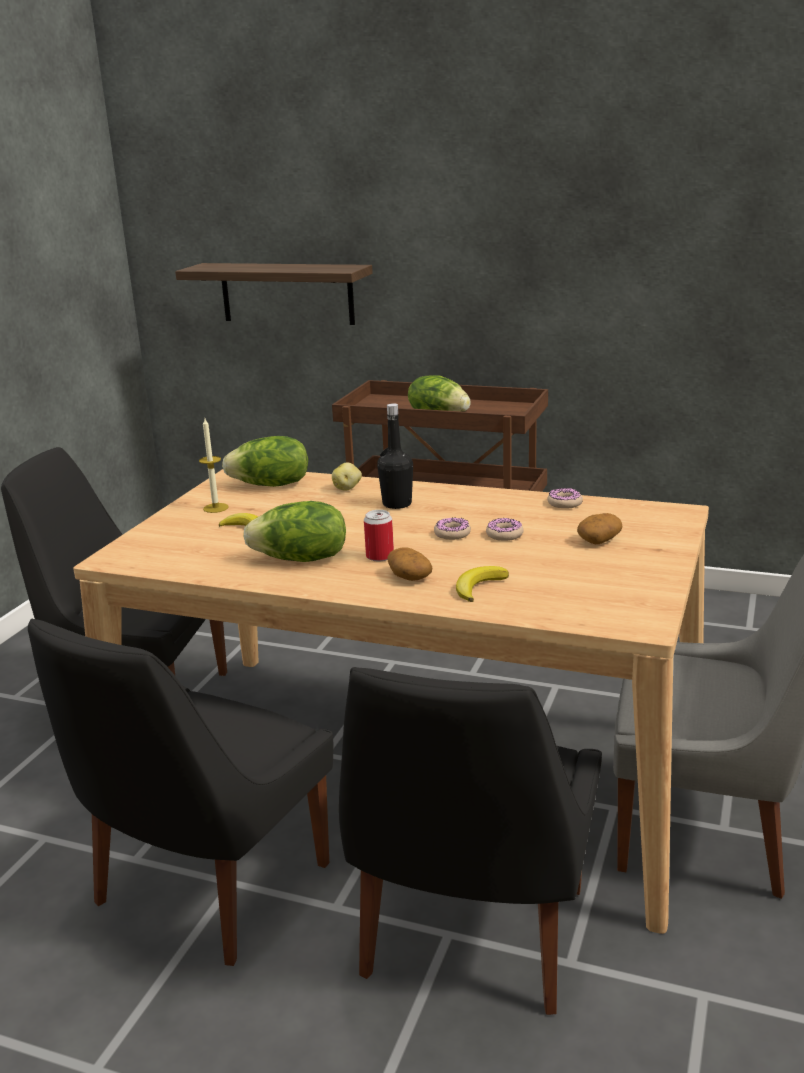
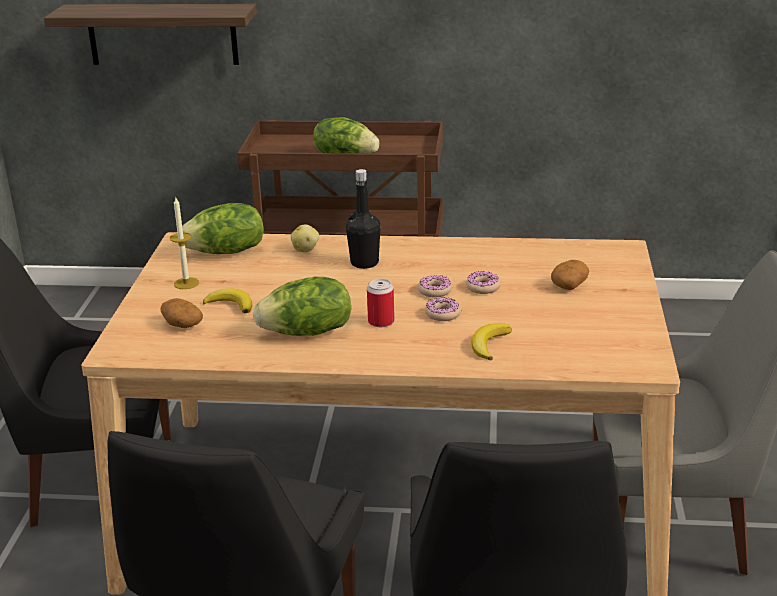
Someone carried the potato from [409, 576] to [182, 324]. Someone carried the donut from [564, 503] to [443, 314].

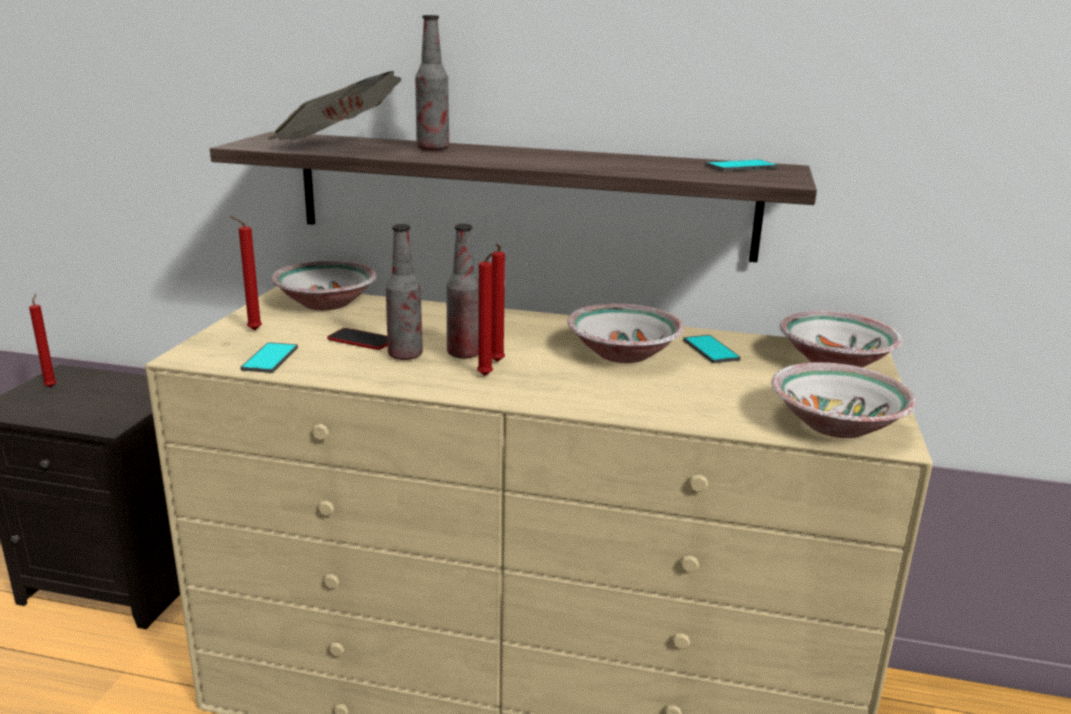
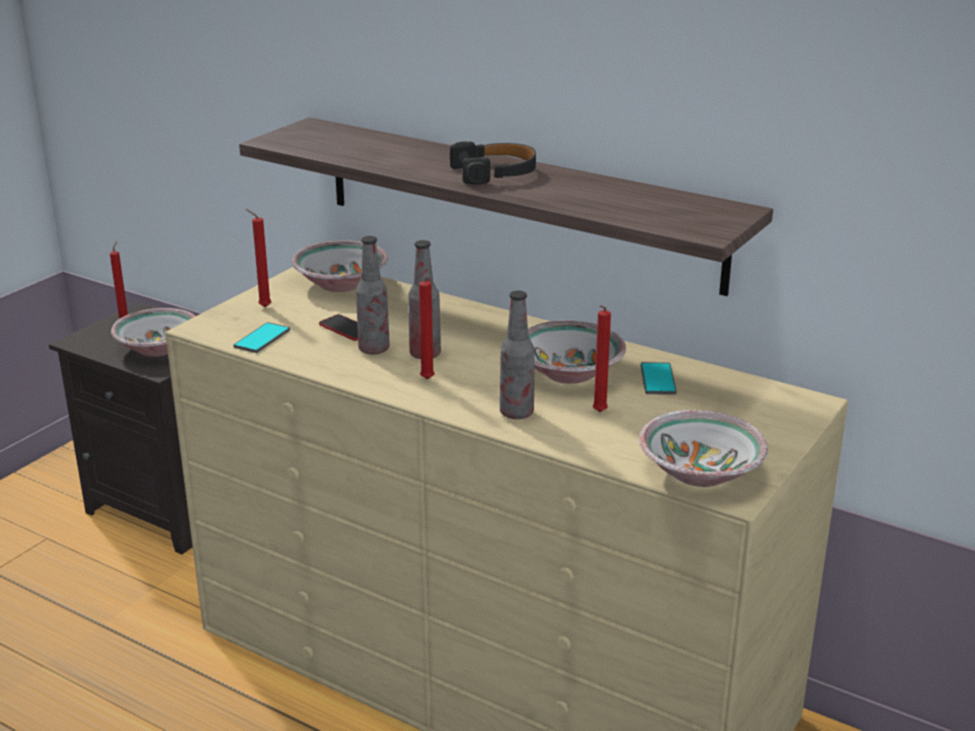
Someone took away the newspaper at [336, 146]. Someone took away the phone at [741, 167]. Someone put down the headphones/black at [495, 172]. Someone carried the bottle from [433, 148] to [516, 413]. Someone carried the candle/red from [496, 362] to [598, 413]. Someone carried the bowl from [833, 361] to [157, 348].

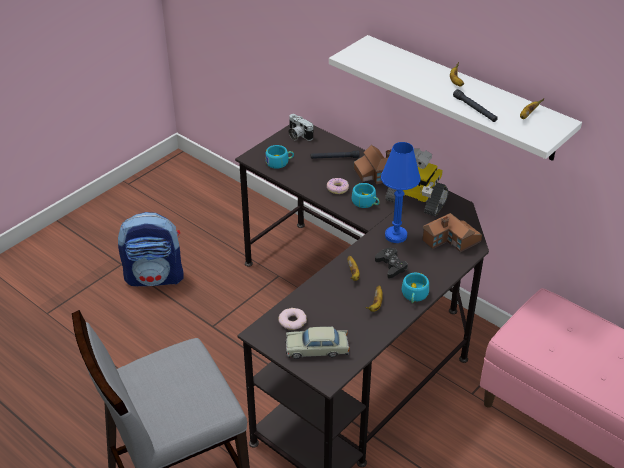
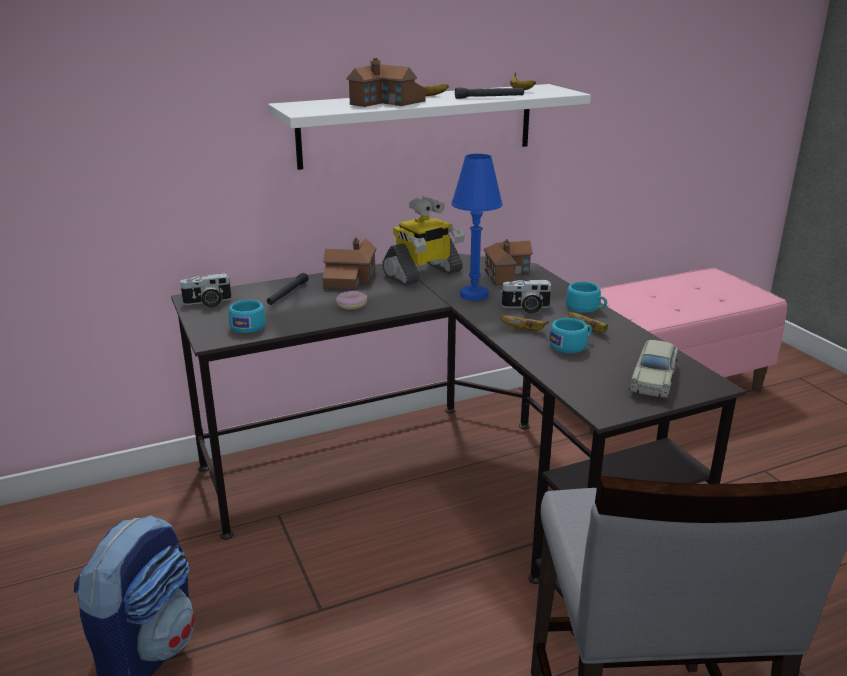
Someone took away the donut at [292, 321]. Someone put down the toy house at [387, 102]. Someone carried the cup/turquoise from [366, 203] to [571, 346]. Someone swapped the game controller/black at [391, 266] for the photo camera at [526, 308].

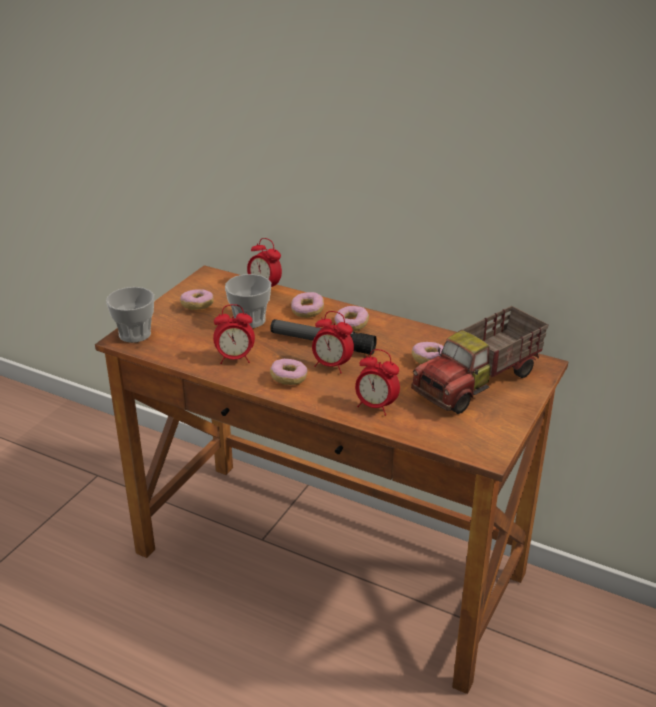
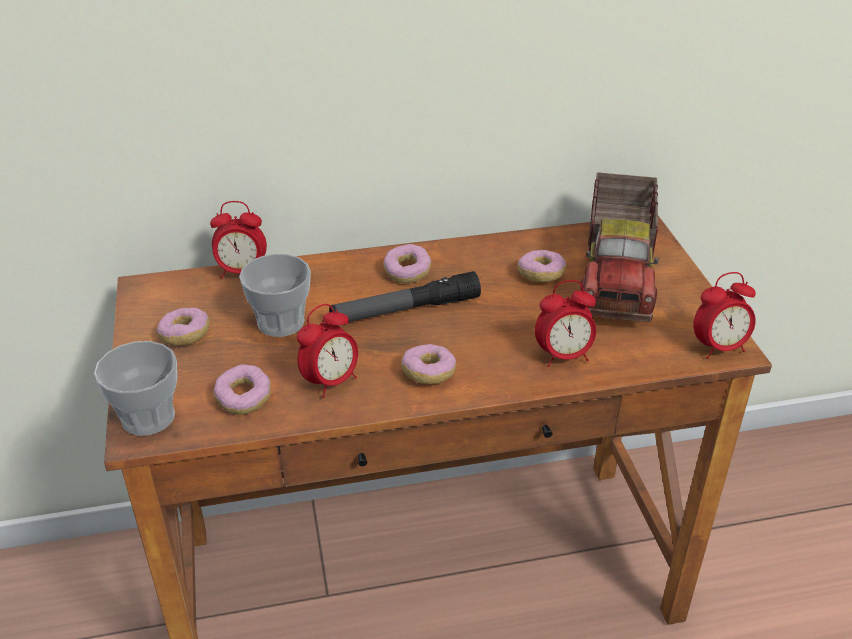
Someone carried the donut from [307, 311] to [244, 399]. Someone carried the alarm clock from [331, 366] to [718, 348].

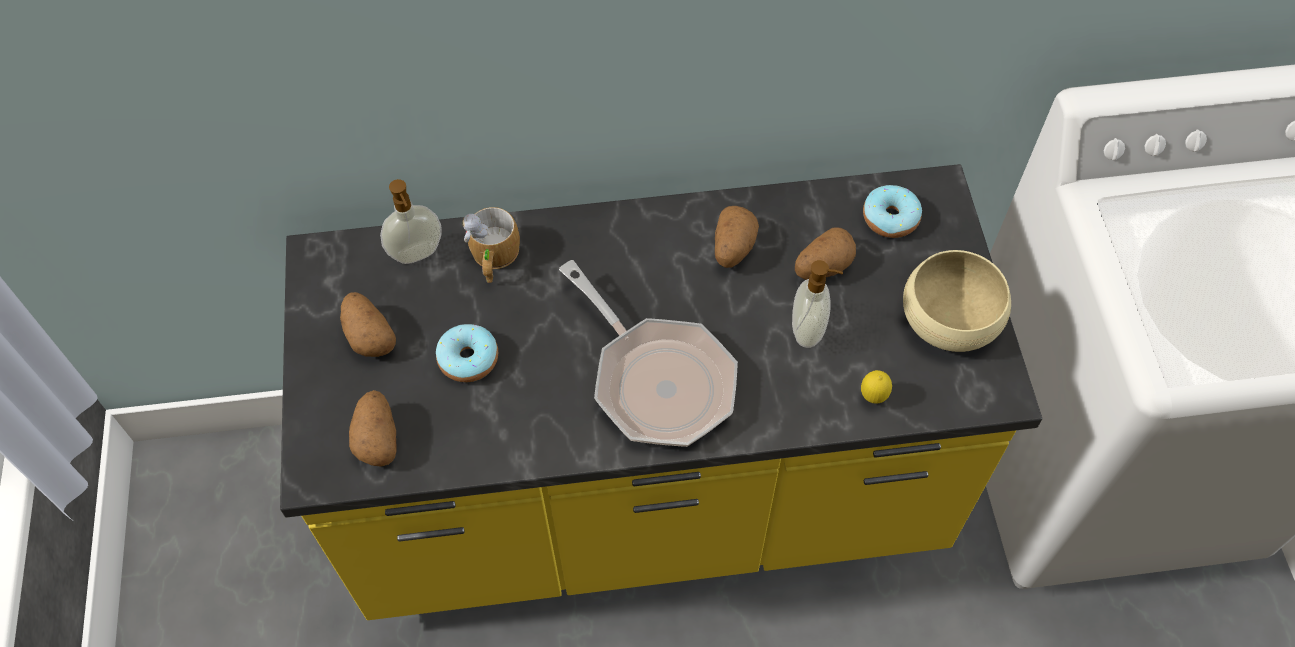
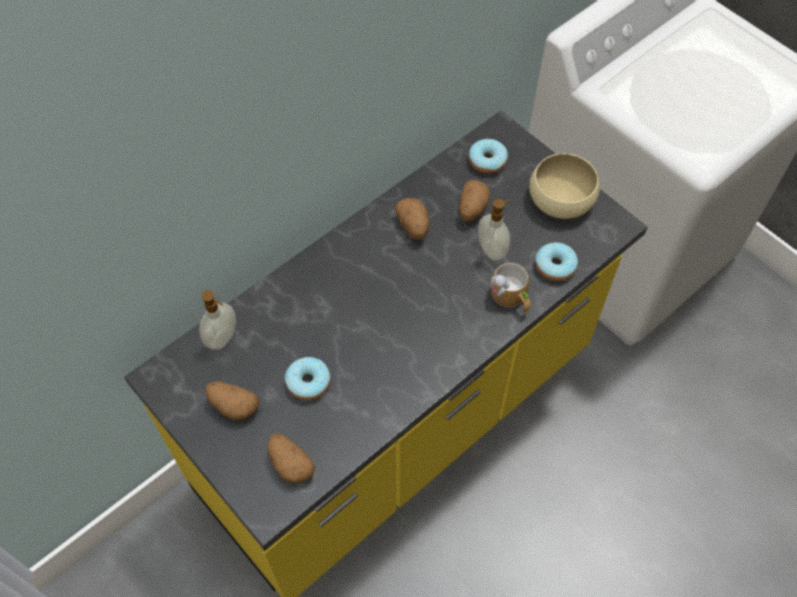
Someone took away the frying pan at [656, 379]. Someone carried the mug from [493, 258] to [511, 298]. Someone swapped the lemon at [873, 397] for the donut at [555, 266].

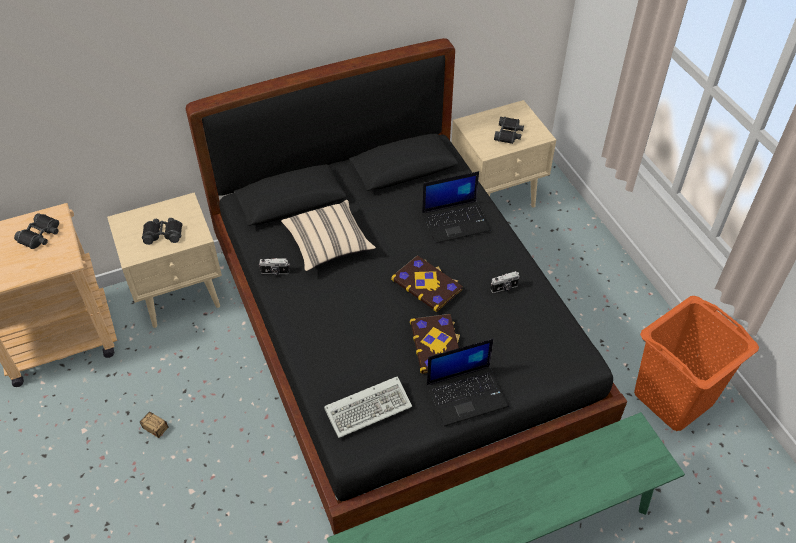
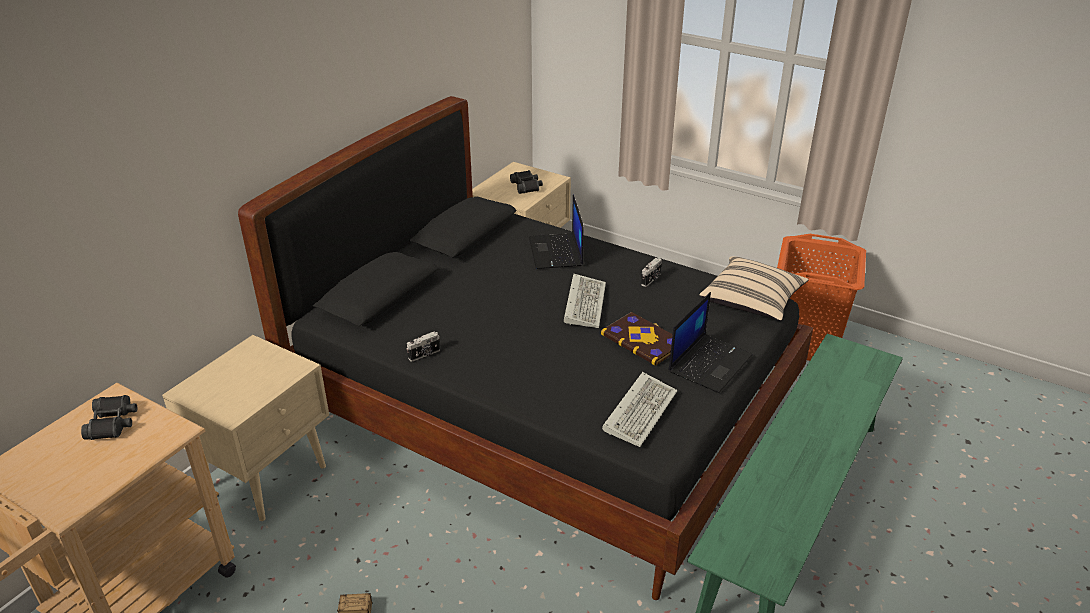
Someone took away the binoculars/black at [163, 234]. Someone carried the pillow/beige from [328, 245] to [752, 302]. Someone swapped the book at [427, 284] for the keyboard at [584, 303]. Someone rotated the laptop at [456, 221] by 135 degrees clockwise.

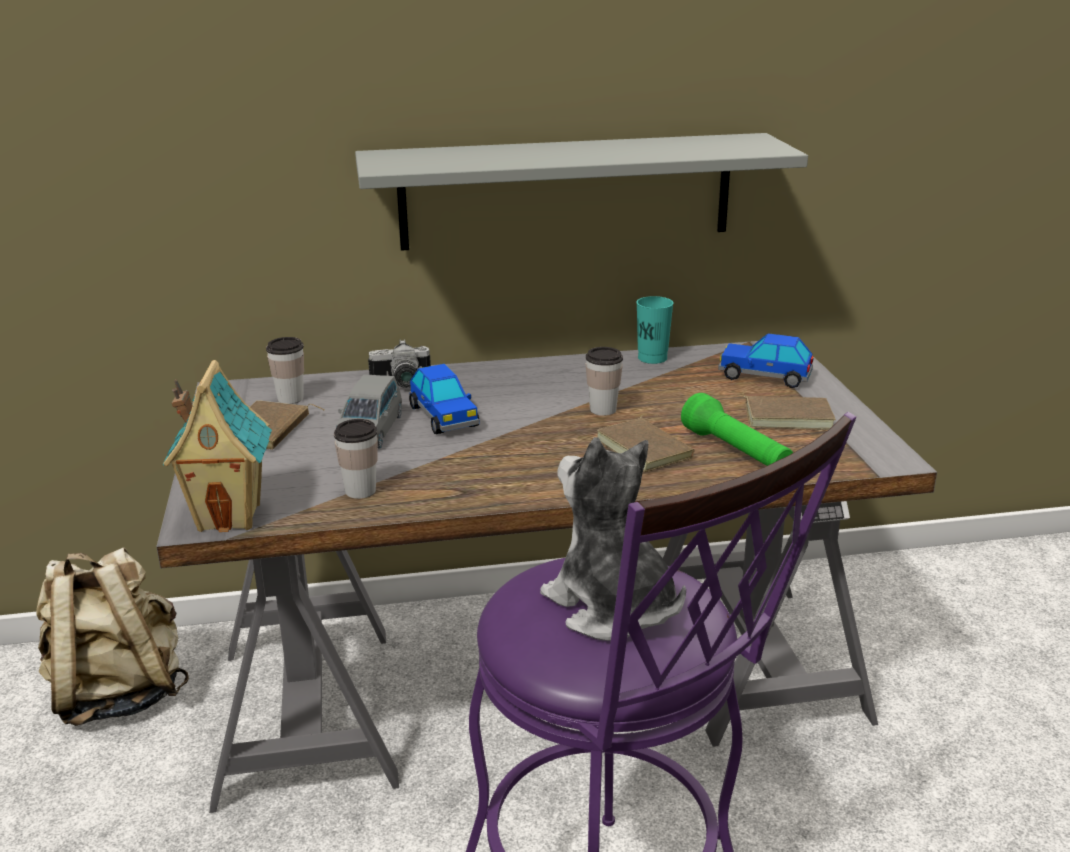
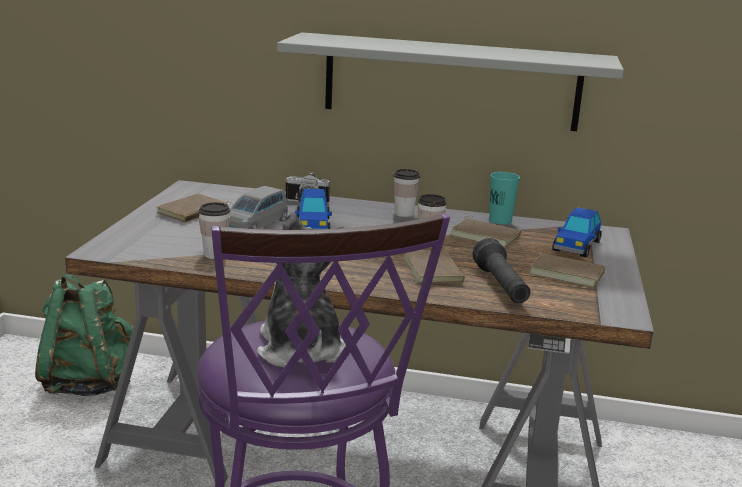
Someone took away the toy house at [230, 516]. Someone put down the book/brown at [486, 236]. Someone carried the cup from [290, 398] to [404, 214]. Someone repainted the backpack/beige at [118, 694], which became the backpack/green at [89, 383]. Someone repainted the flashlight/green at [736, 452], which became the flashlight/black at [501, 286]. Someone rotated the toy car at [764, 376] by 105 degrees counterclockwise.

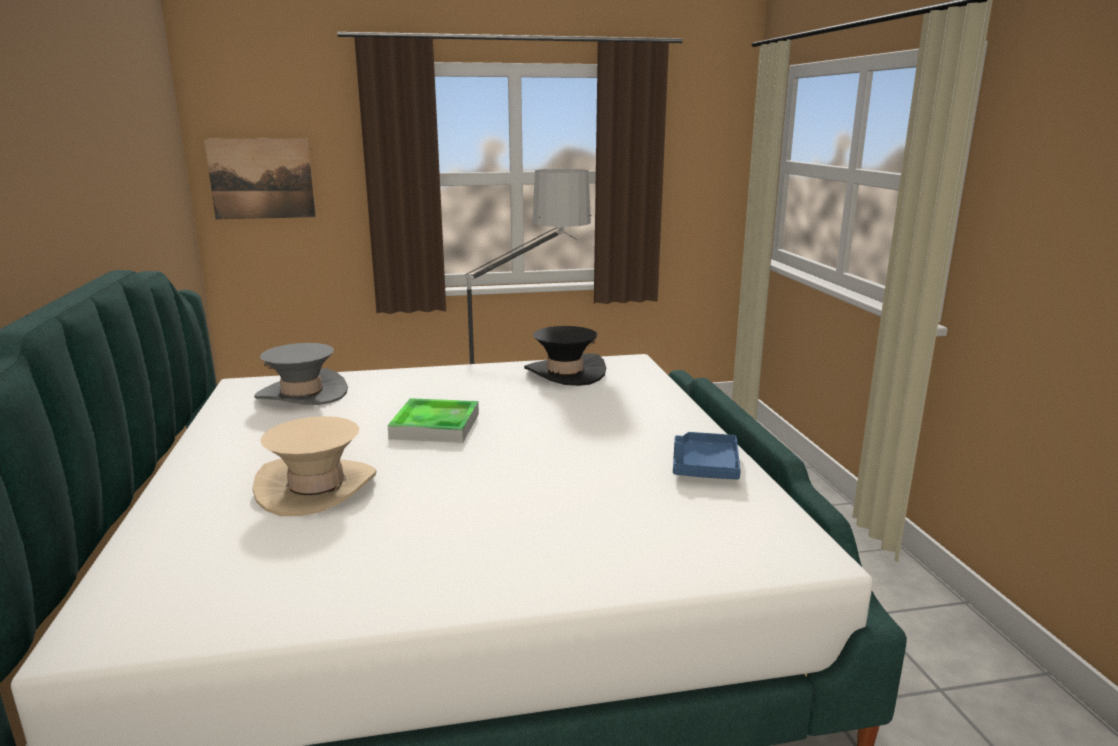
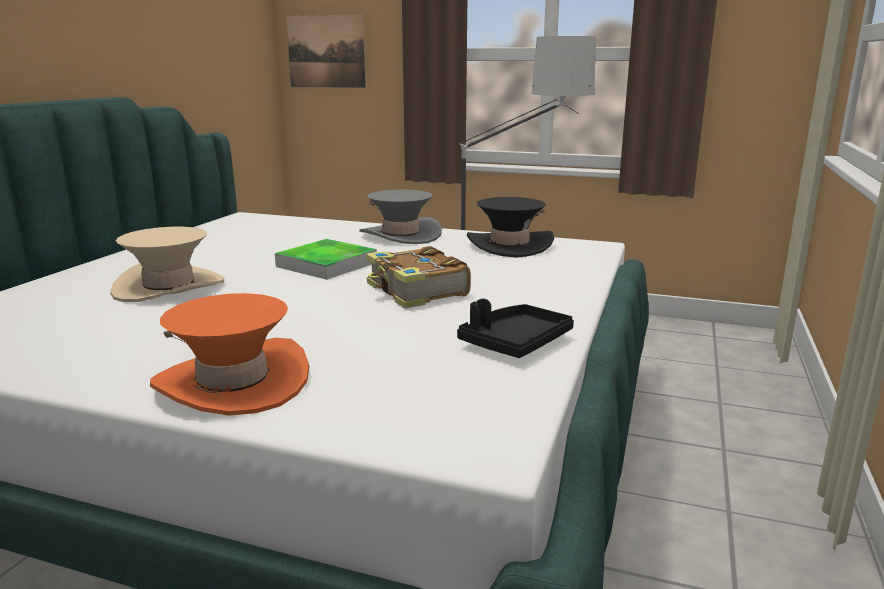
Someone put down the hat/orange at [232, 383]. Someone put down the book at [416, 291]. Someone carried the hat/grey from [302, 394] to [400, 235]. Someone repainted the tray/blue at [705, 467], which became the tray/black at [515, 343].

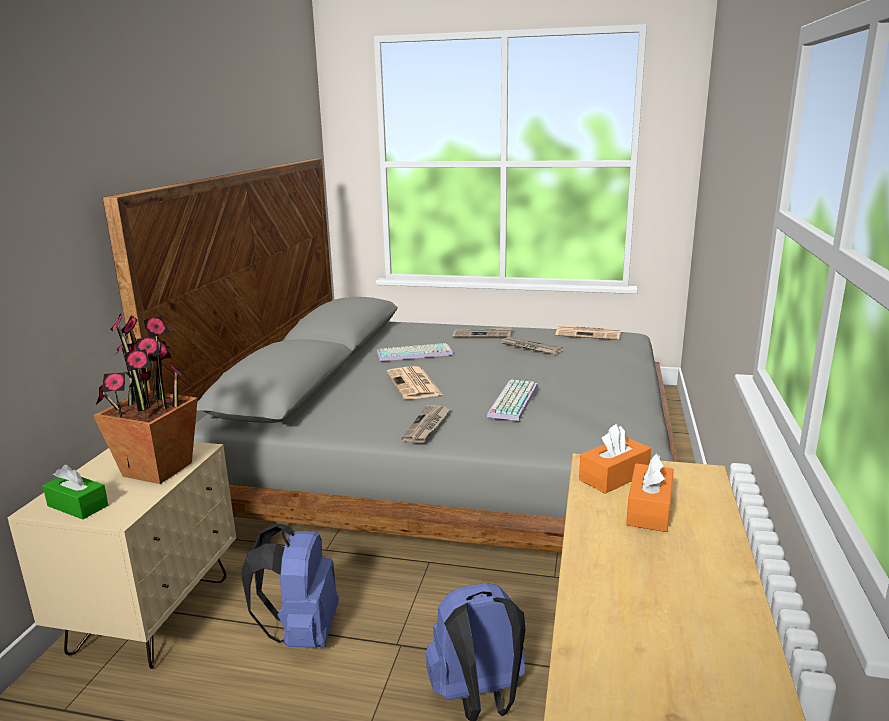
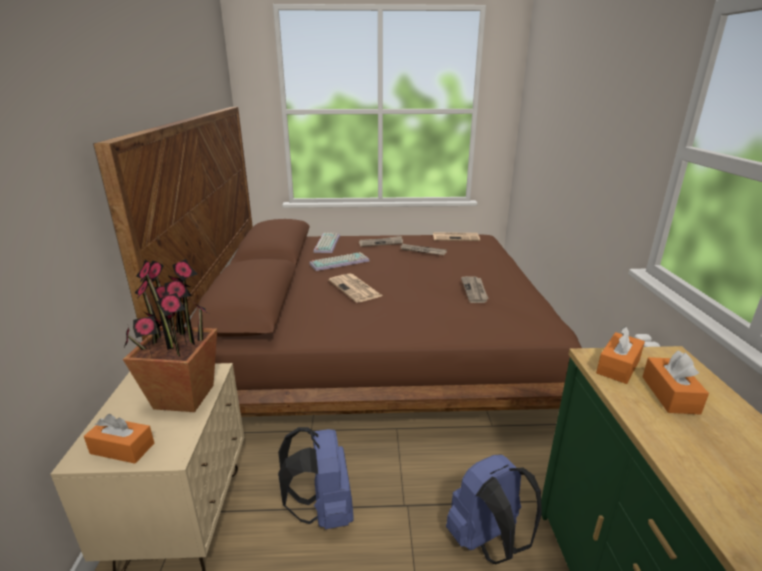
Someone carried the newspaper from [427, 426] to [475, 291]. Someone carried the keyboard from [512, 400] to [326, 243]. Someone repainted the tissue box/green at [78, 506], which became the tissue box/orange at [122, 448]. Someone repainted the bed/grey at [454, 461], which became the bed/brown at [377, 341].

